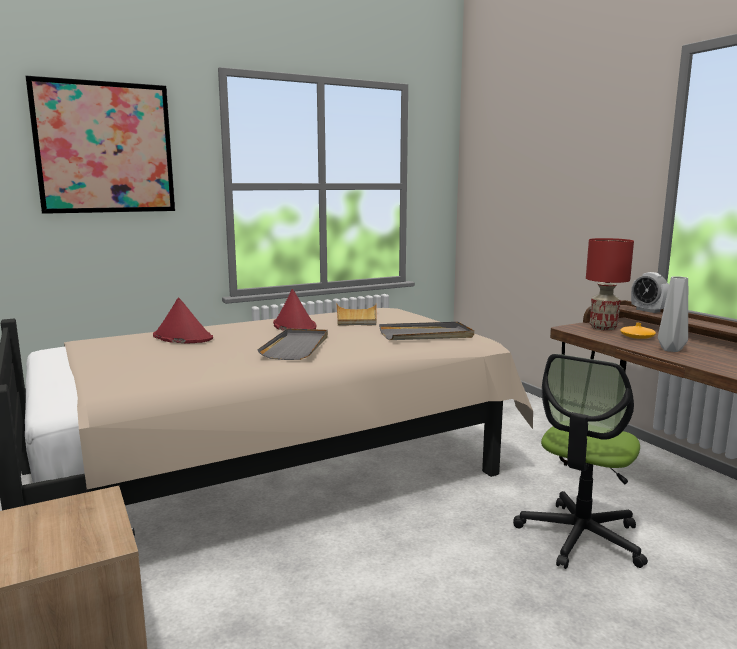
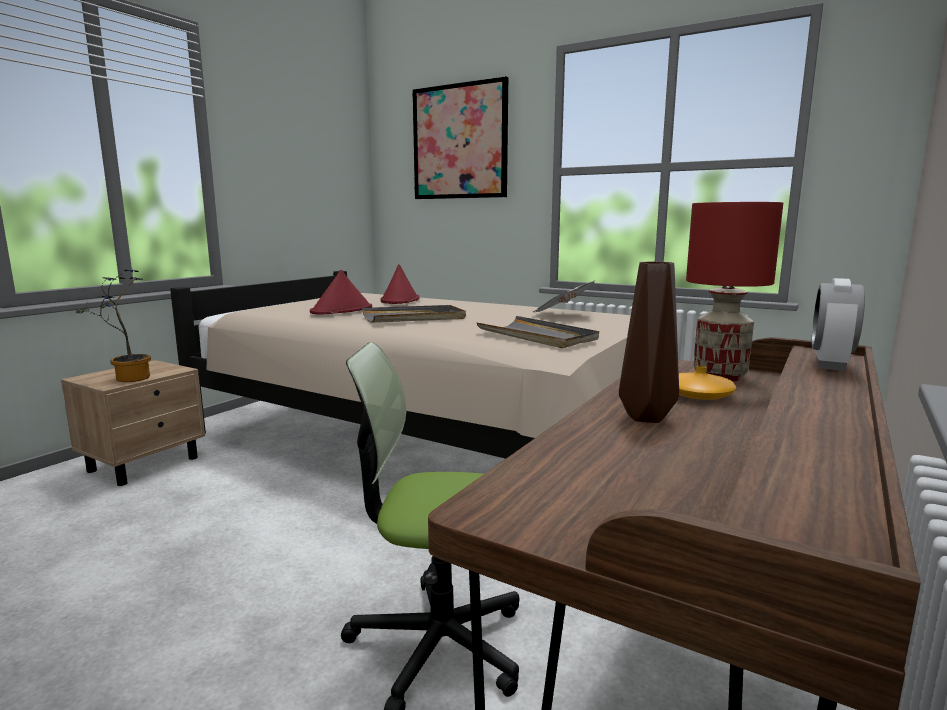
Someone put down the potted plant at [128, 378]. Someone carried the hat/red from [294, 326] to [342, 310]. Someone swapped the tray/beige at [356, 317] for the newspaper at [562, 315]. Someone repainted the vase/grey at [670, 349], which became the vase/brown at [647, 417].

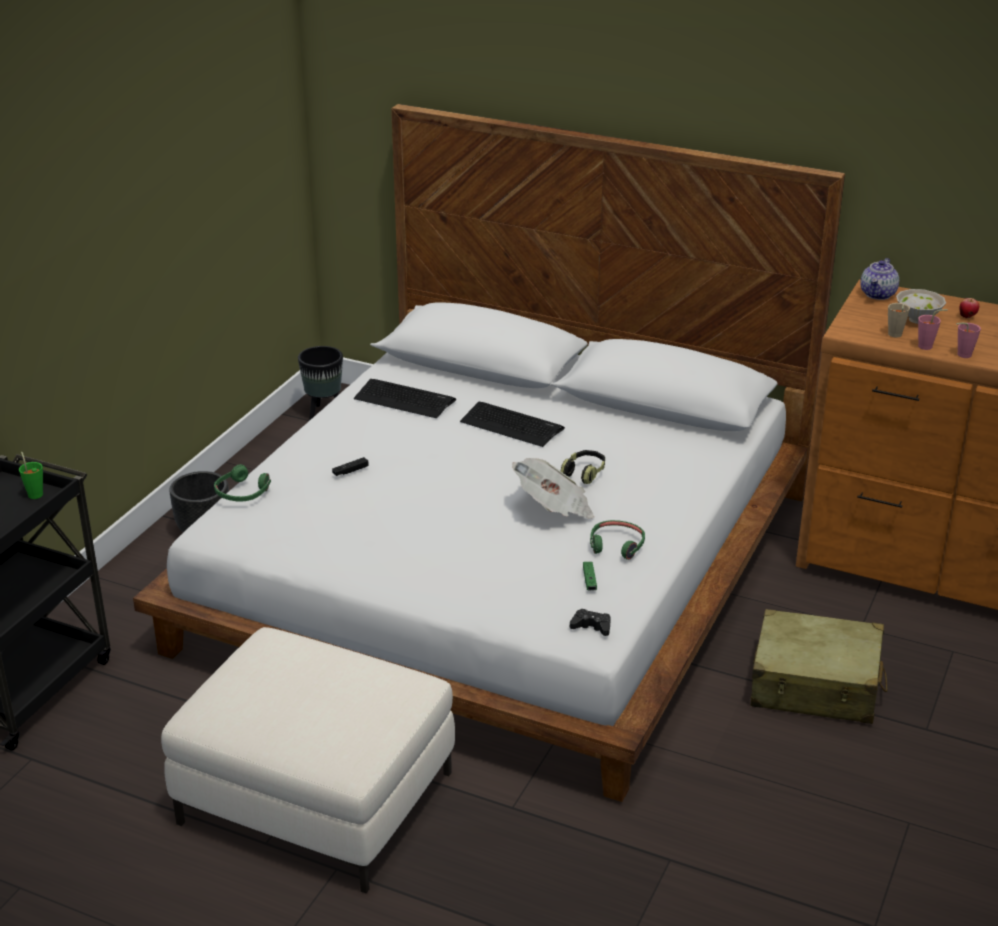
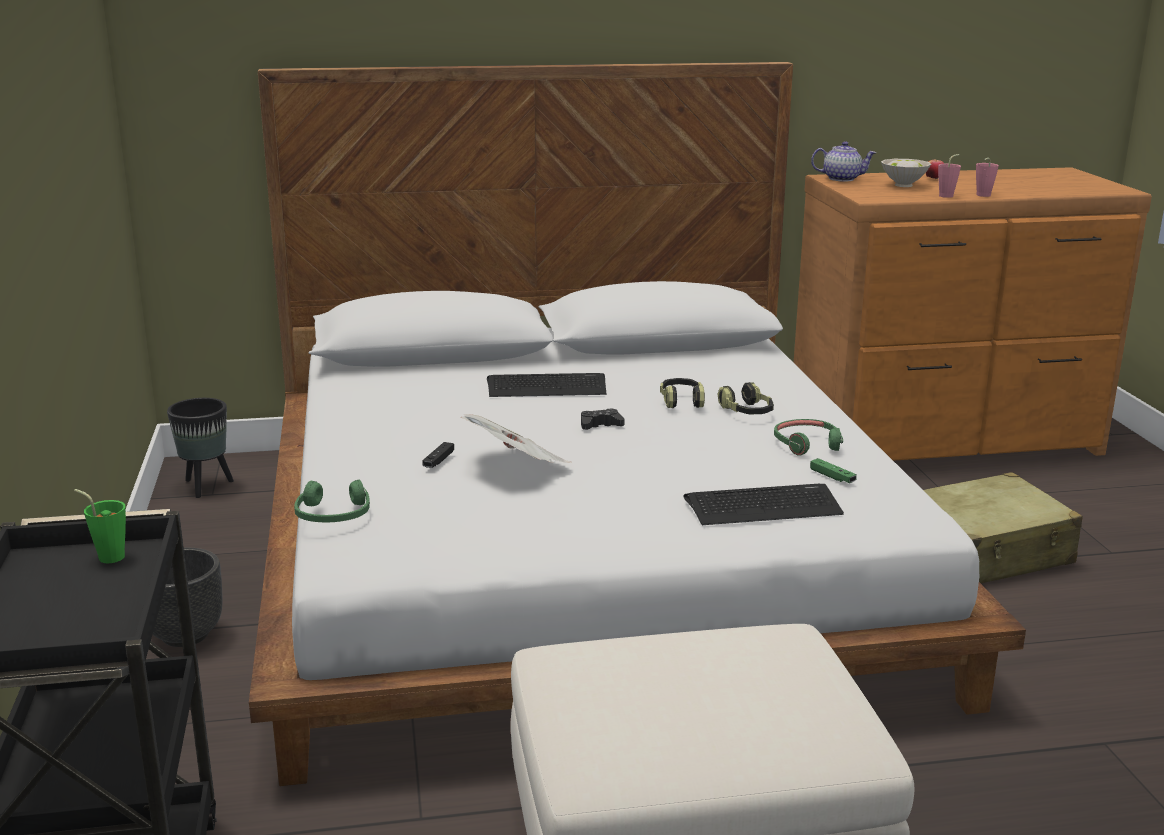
Someone took away the cup/beige at [894, 335]. Someone put down the headphones at [747, 412]. Someone carried the keyboard from [404, 399] to [763, 506]. Someone carried the newspaper from [554, 508] to [517, 466]. Someone carried the game controller/black from [591, 627] to [600, 425]. Someone rotated the teapot at [878, 294] by 75 degrees counterclockwise.

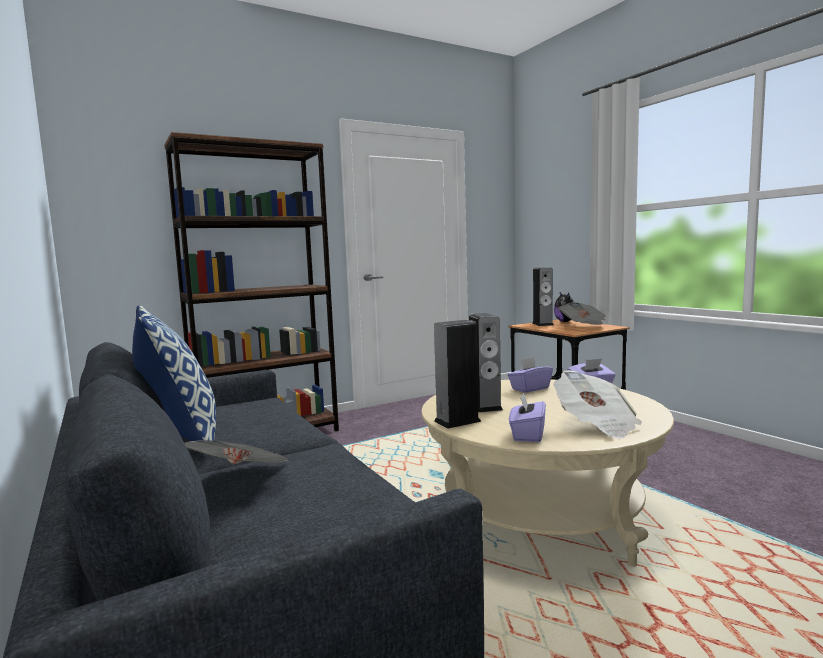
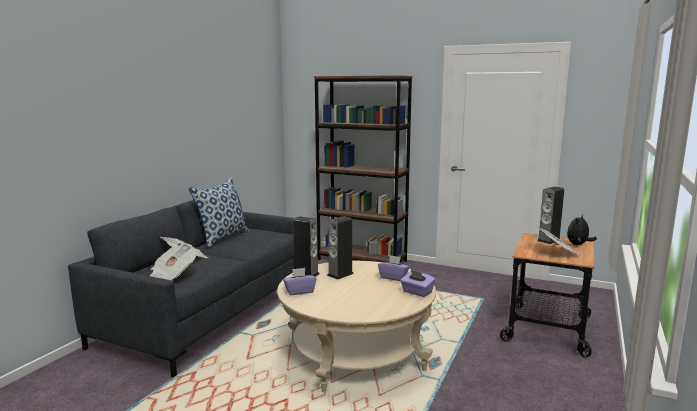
Someone carried the newspaper from [596, 425] to [171, 277].

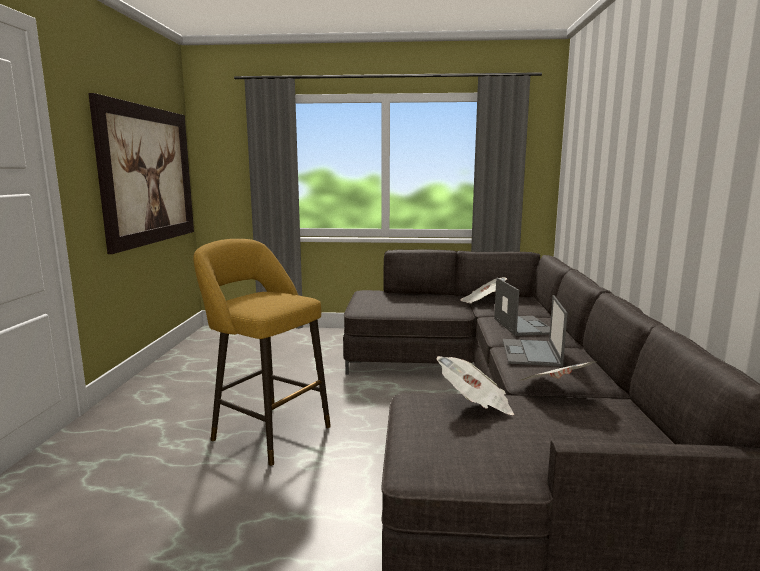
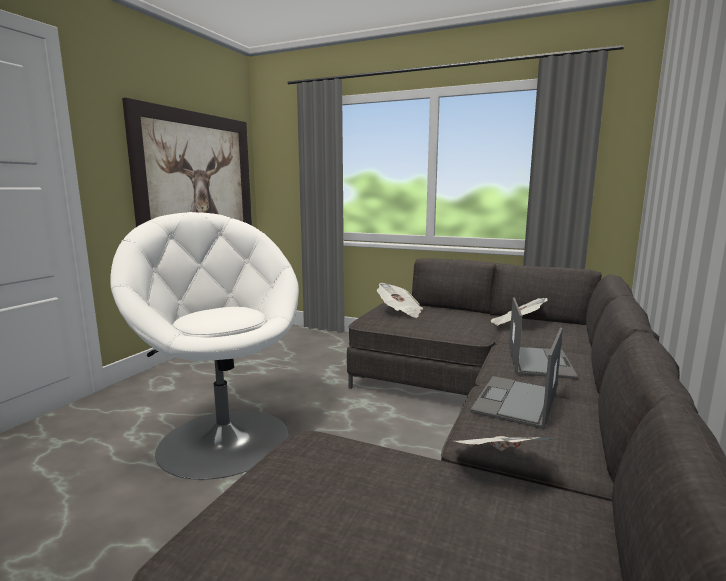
Someone carried the newspaper from [475, 404] to [400, 312]. Someone swapped the stool/yellow at [267, 431] for the armchair/white at [224, 439].

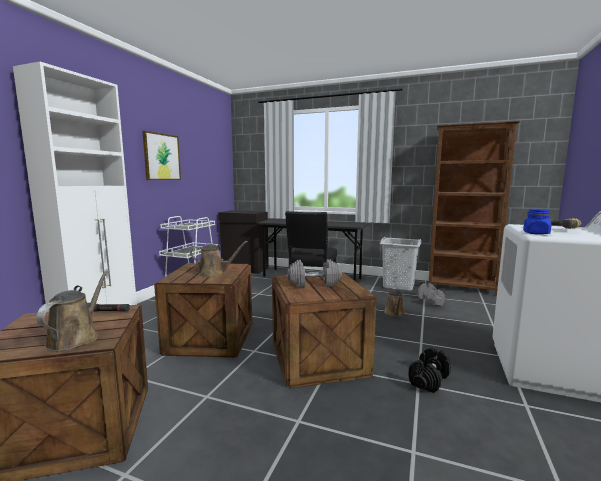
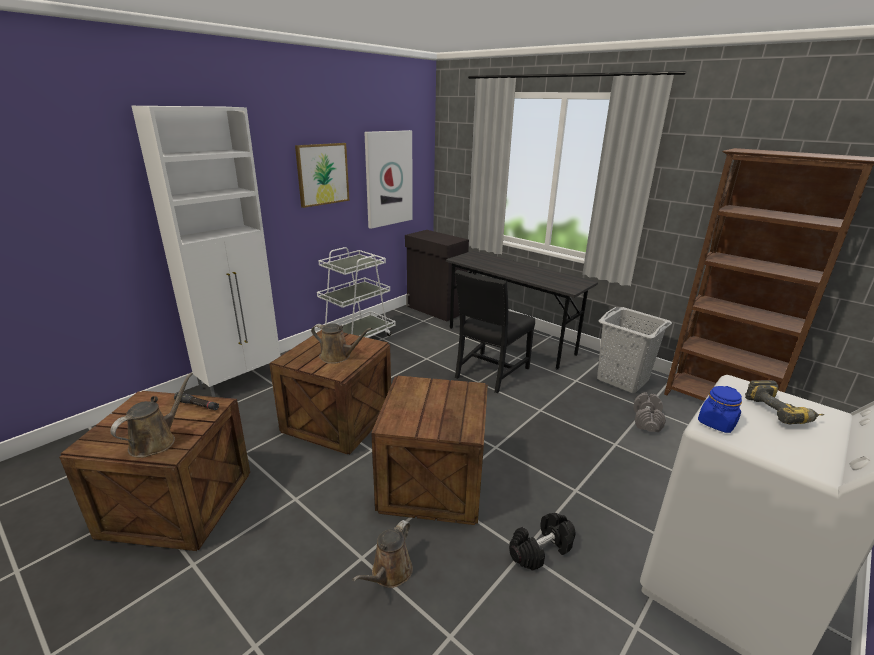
Someone took away the dumbbell/grey at [314, 283]. Someone put up the picture at [388, 179]. Someone carried the watering can/brown from [394, 313] to [389, 573].

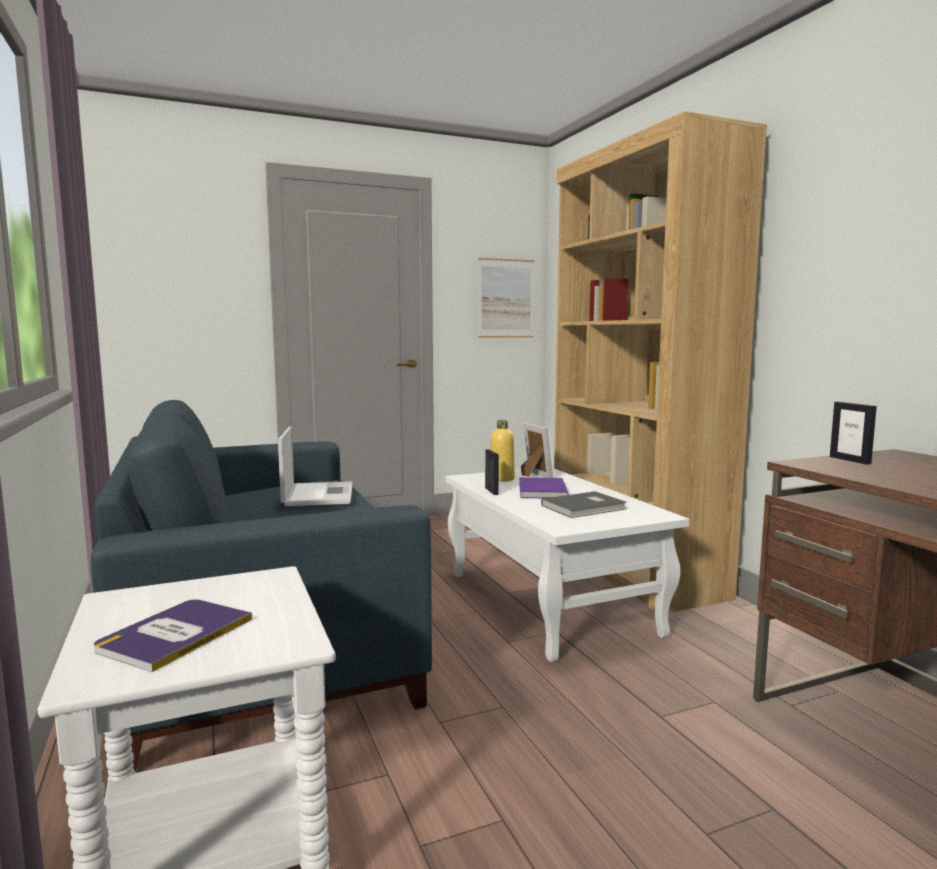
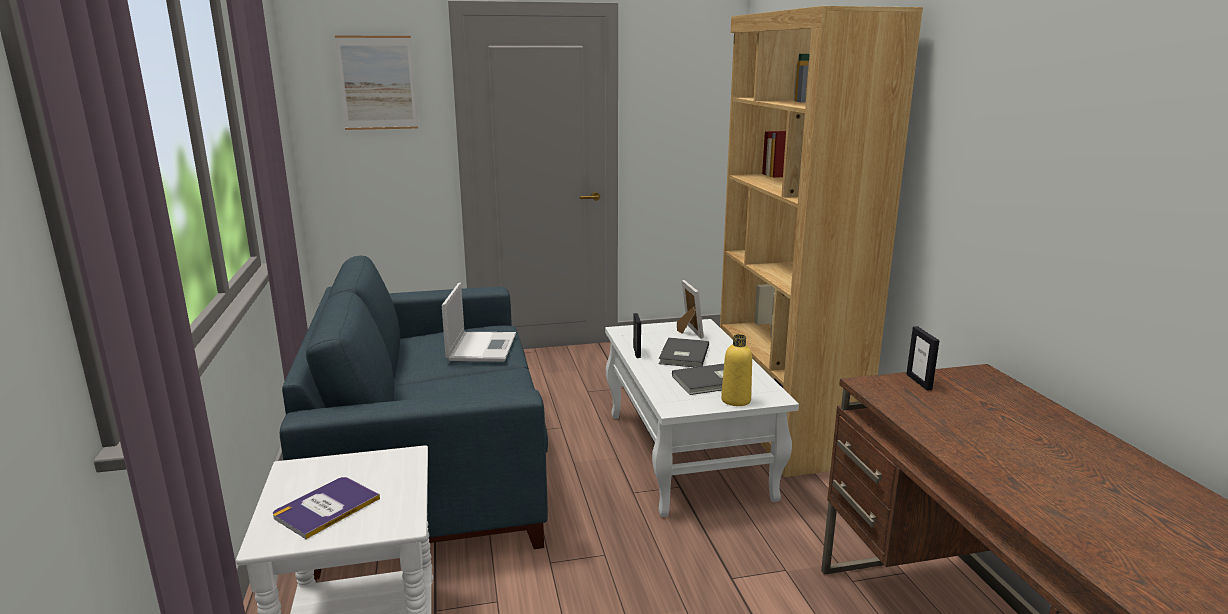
Someone carried the picture from [506, 298] to [377, 83]. Someone carried the bottle/yellow from [501, 479] to [736, 400]. Someone repainted the book/purple at [540, 491], which became the book/grey at [682, 355].

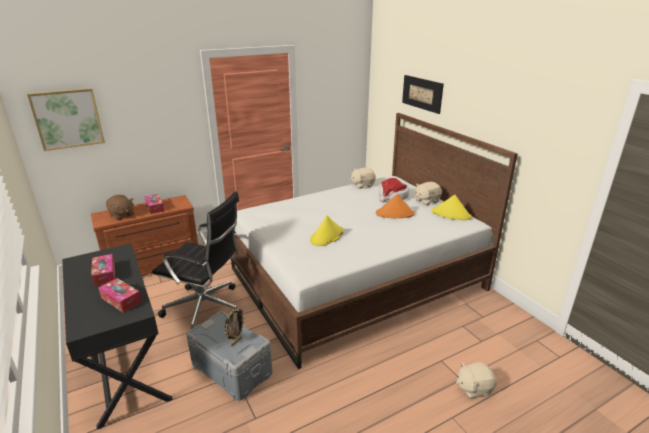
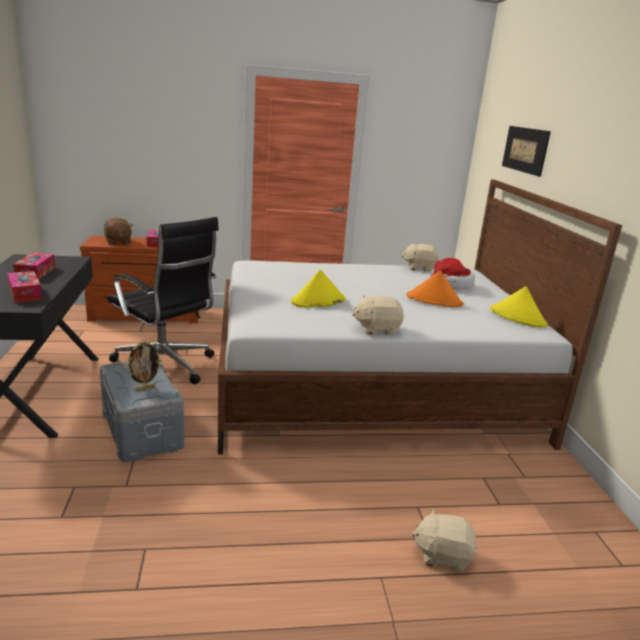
Someone took away the picture at [68, 119]. Someone carried the plush toy/beige from [426, 200] to [377, 329].

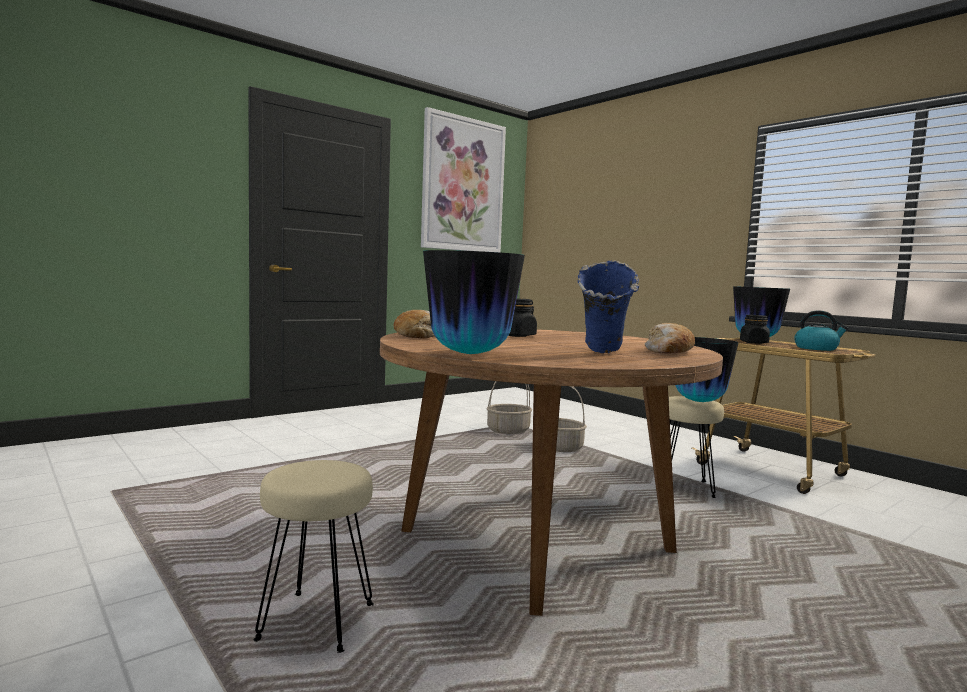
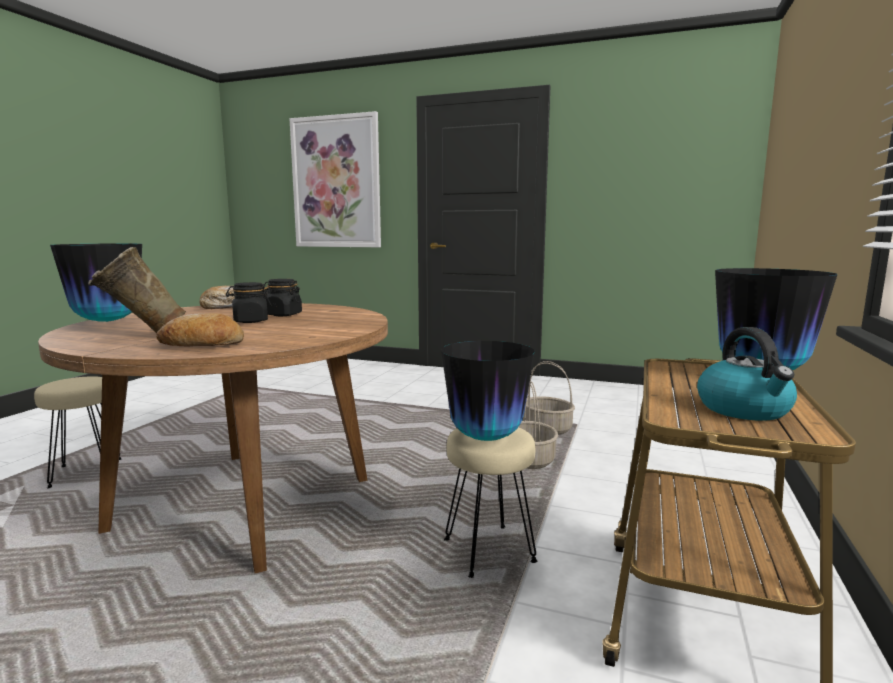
Someone carried the picture from [463, 185] to [336, 182]. Someone carried the jar/black from [754, 343] to [250, 321]. Someone repainted the vase/blue at [603, 355], which became the vase/beige at [141, 336].

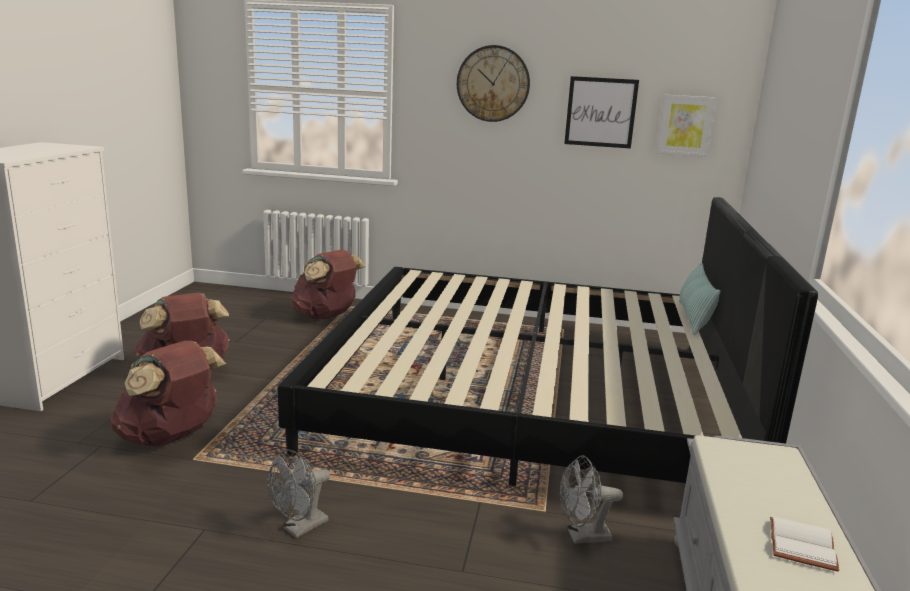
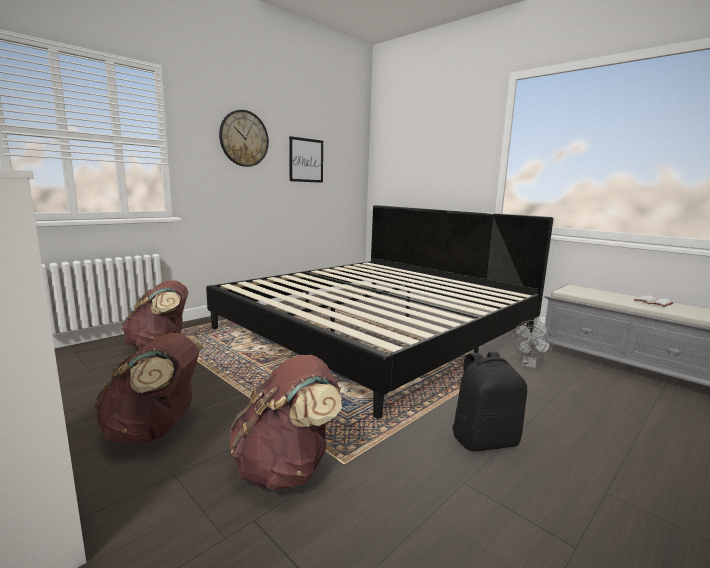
Someone took away the picture at [685, 125]. Someone took away the pillow at [694, 318]. Someone swapped the fan/grey at [300, 528] for the backpack/black at [484, 440].

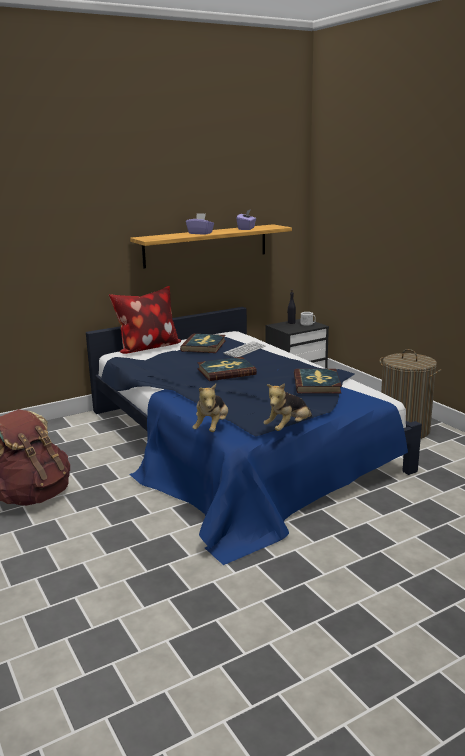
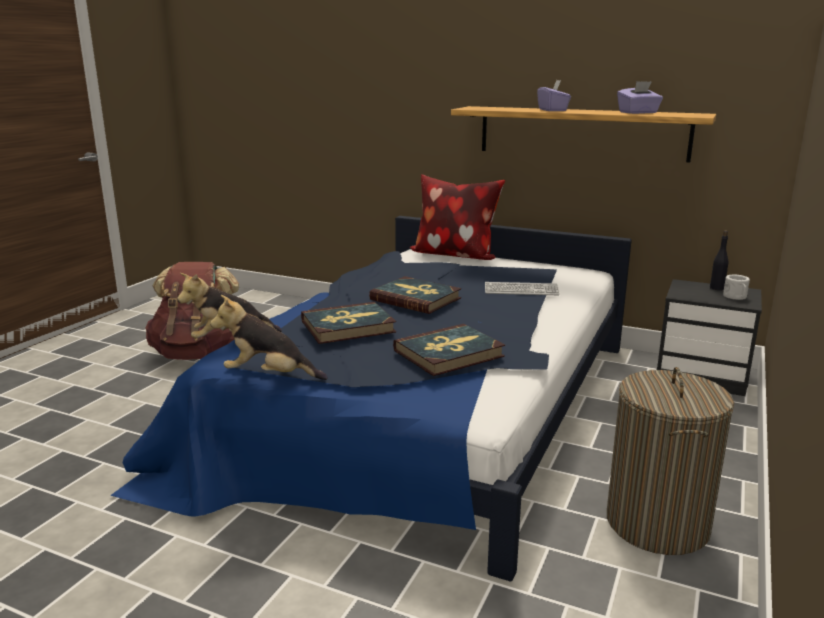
Someone carried the book from [204, 346] to [348, 327].

